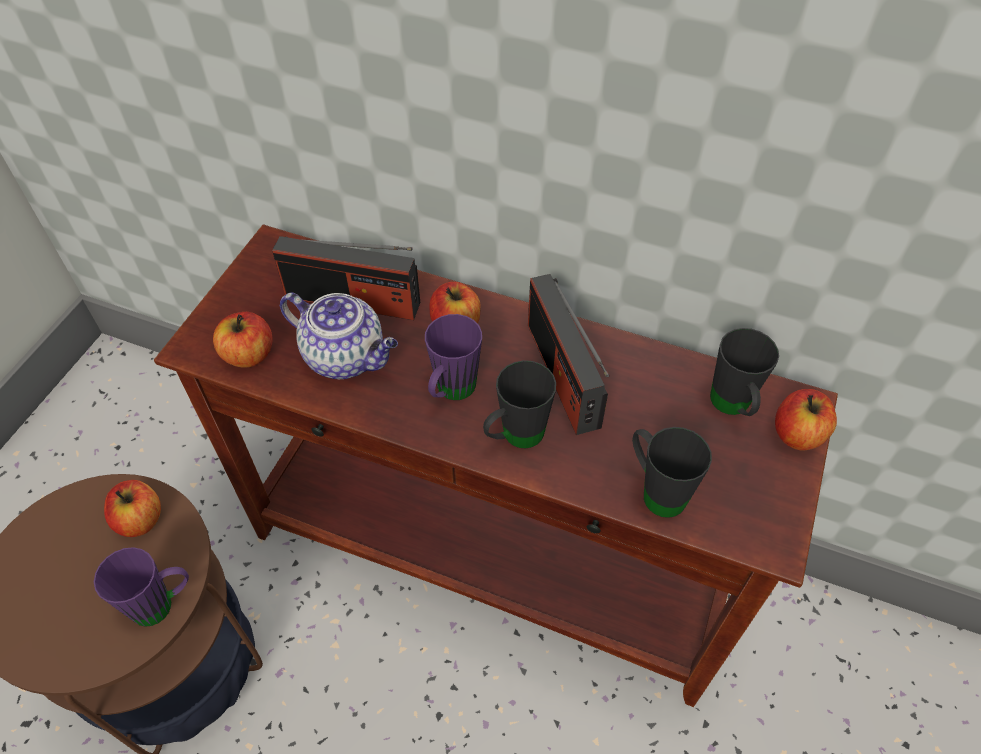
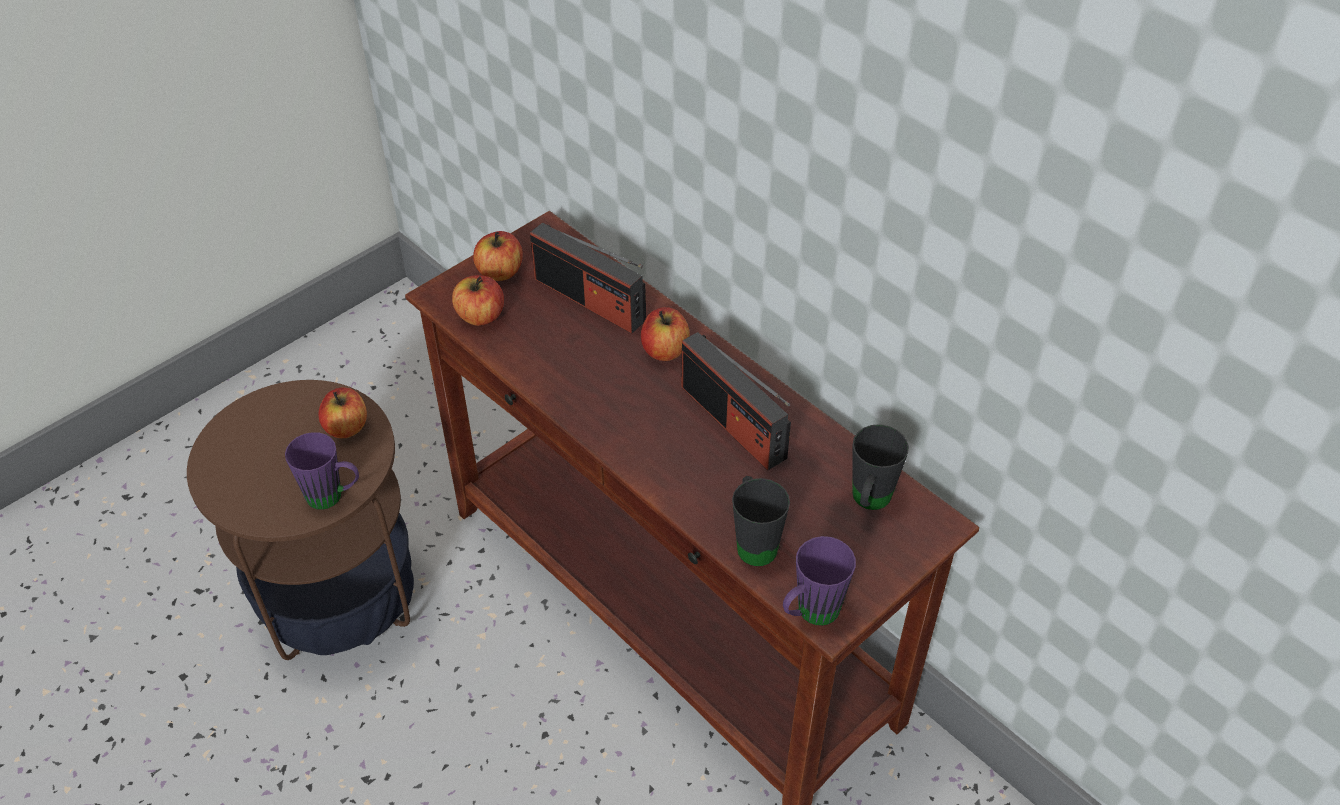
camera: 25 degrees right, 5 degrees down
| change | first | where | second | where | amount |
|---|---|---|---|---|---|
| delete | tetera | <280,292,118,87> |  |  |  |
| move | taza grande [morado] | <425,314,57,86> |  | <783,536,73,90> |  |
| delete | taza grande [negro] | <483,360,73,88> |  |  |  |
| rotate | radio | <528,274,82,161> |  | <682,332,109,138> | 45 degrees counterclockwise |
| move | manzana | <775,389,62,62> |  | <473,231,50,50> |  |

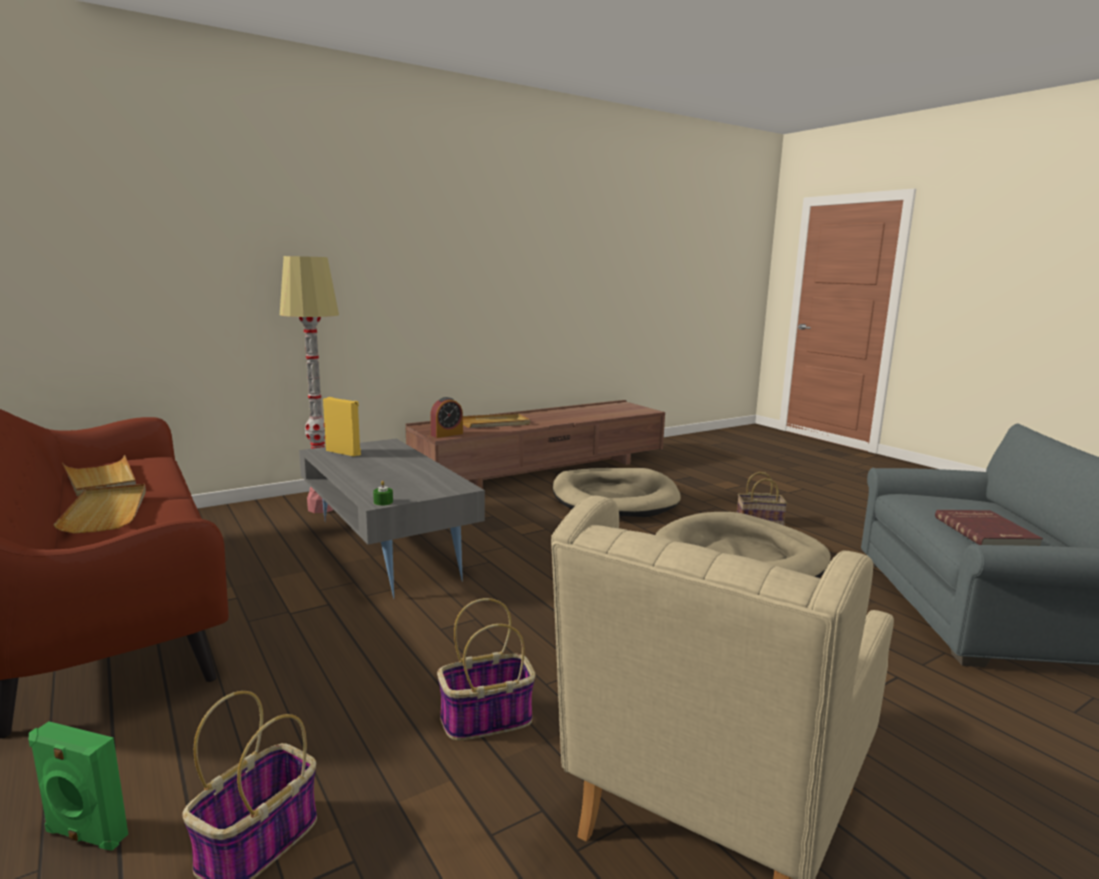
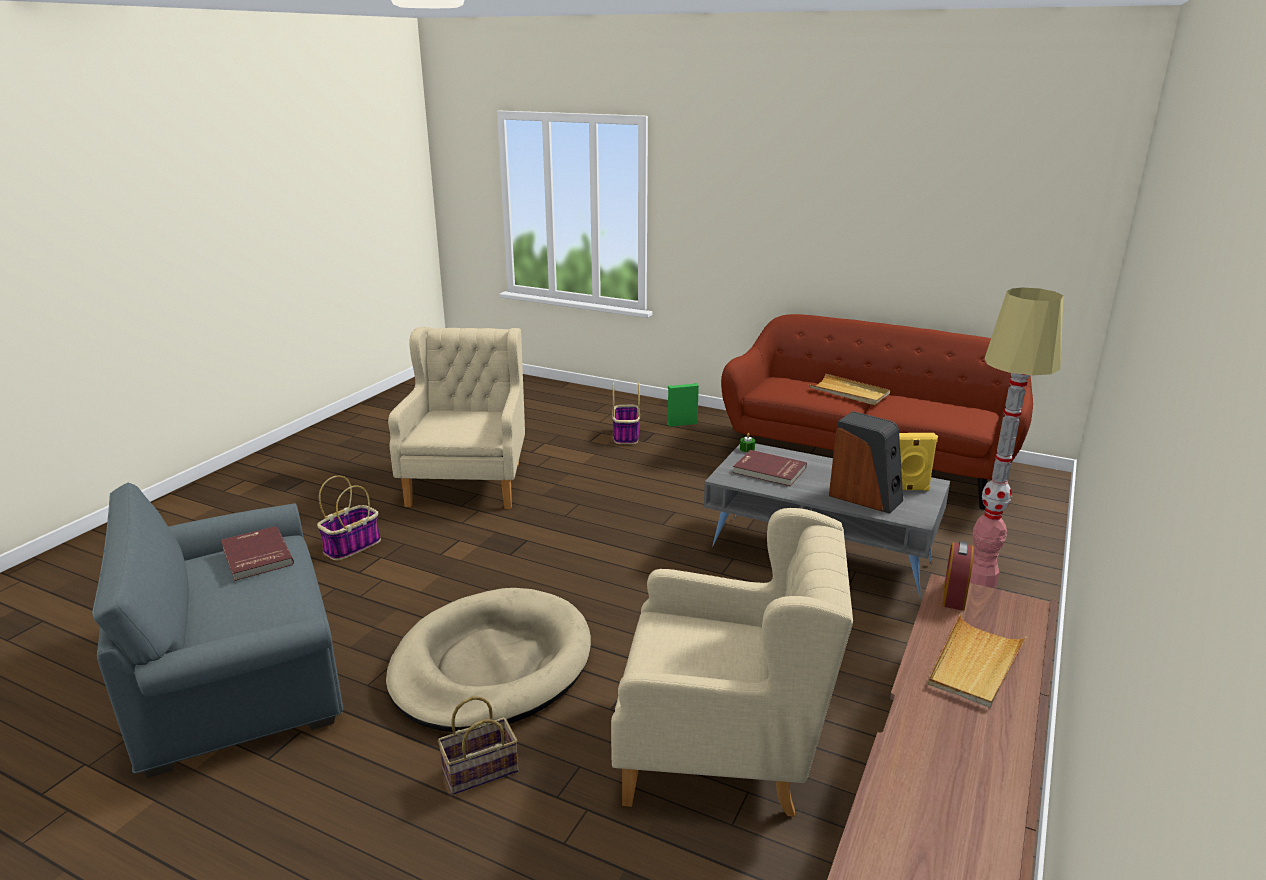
camera: 150 degrees right, 10 degrees up
| change | first | where | second | where | amount |
|---|---|---|---|---|---|
| delete | bandeja [beis] | <62,455,74,41> |  |  |  |
| move | cesta | <437,598,99,142> |  | <317,476,64,84> |  |
| replace | cama para perro [beis] | <553,468,128,49> | sillón [beis] | <611,508,242,309> |  |
| insert |  |  | libro [rojo] | <733,450,74,36> |  |
| insert |  |  | altavoz | <829,411,74,103> |  |

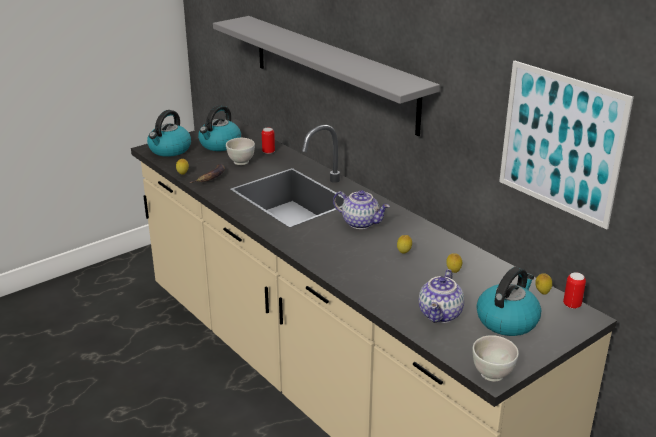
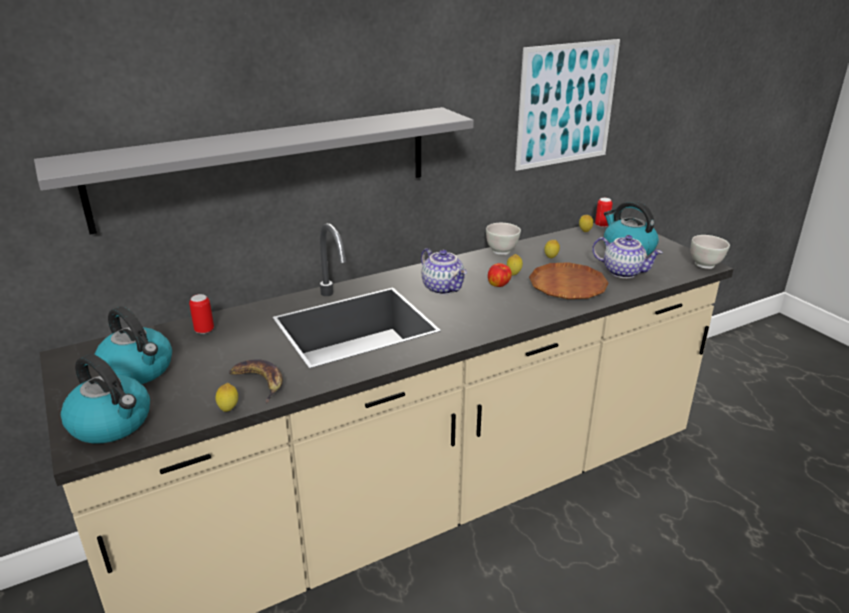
camera: 80 degrees left, 0 degrees up
| change | first | where | second | where | amount |
|---|---|---|---|---|---|
| move | cuenco [blanco] | <226,138,29,27> |  | <486,223,35,32> |  |
| rotate | tetera | <333,190,57,39> |  | <421,248,46,47> | 105 degrees clockwise |
| insert |  |  | manzana | <488,263,24,24> |  |
| insert |  |  | plato [marrón] | <529,262,80,37> |  |

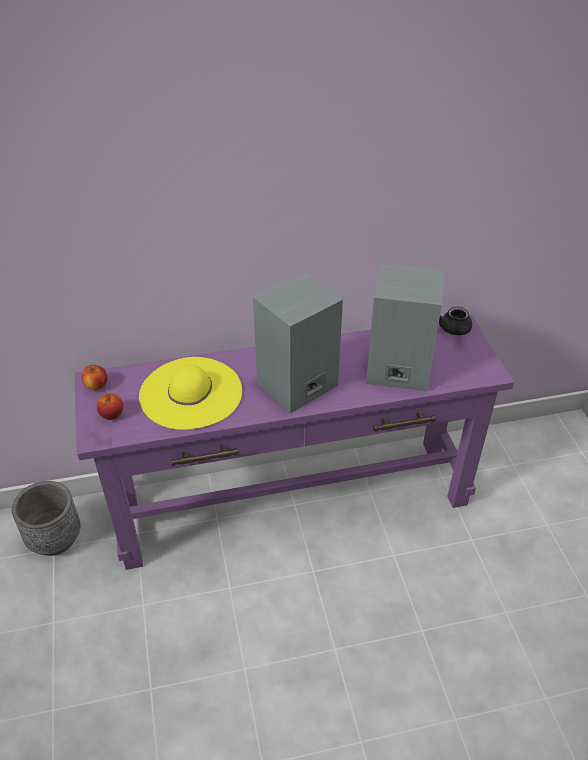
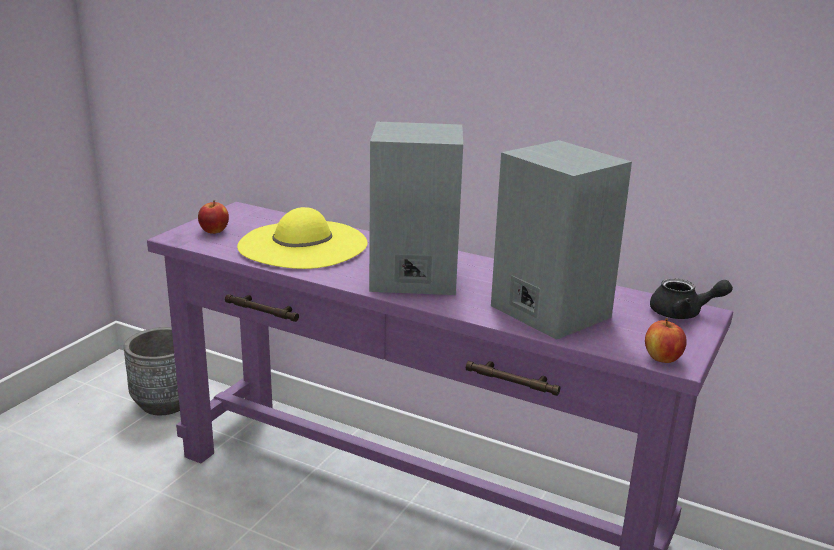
camera: 40 degrees right, 20 degrees down
| change | first | where | second | where | amount |
|---|---|---|---|---|---|
| move | manzana | <82,365,25,25> |  | <645,318,42,45> |  |
| rotate | tetera [negro] | <439,307,33,28> |  | <650,278,83,41> | 120 degrees counterclockwise |

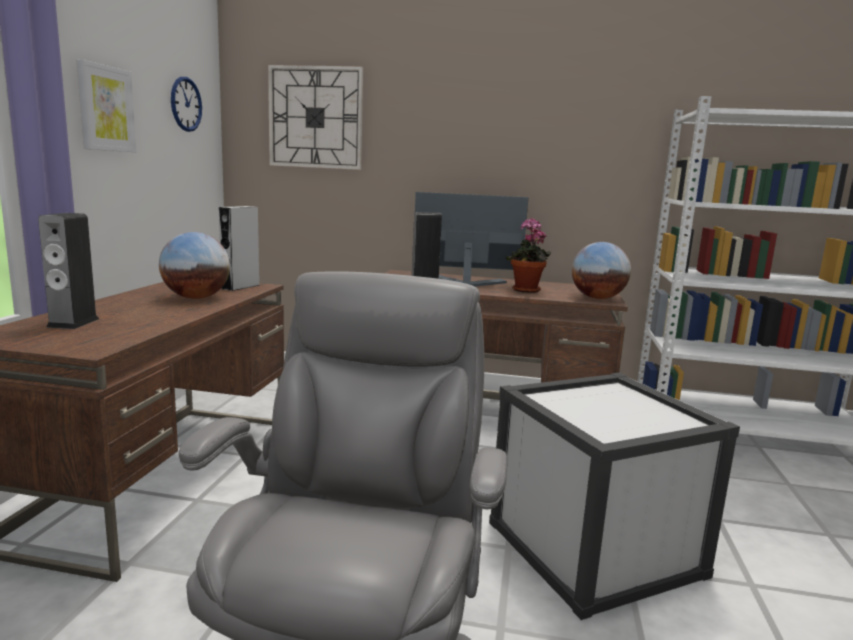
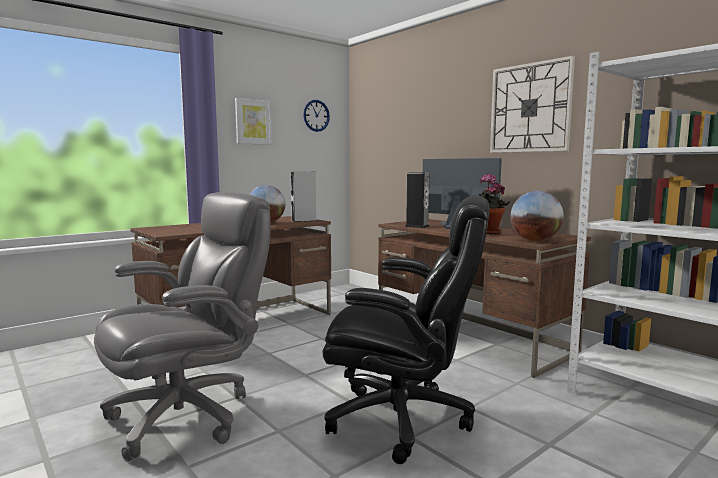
camera: 40 degrees right, 5 degrees down
| change | first | where | second | where | amount |
|---|---|---|---|---|---|
| delete | altavoz | <38,213,61,116> |  |  |  |
| move | reloj de pared | <268,65,95,105> |  | <490,56,85,97> |  |
| replace | caja de almacenaje [blanco] | <489,373,251,247> | silla de oficina [negro] | <322,196,167,268> |  |

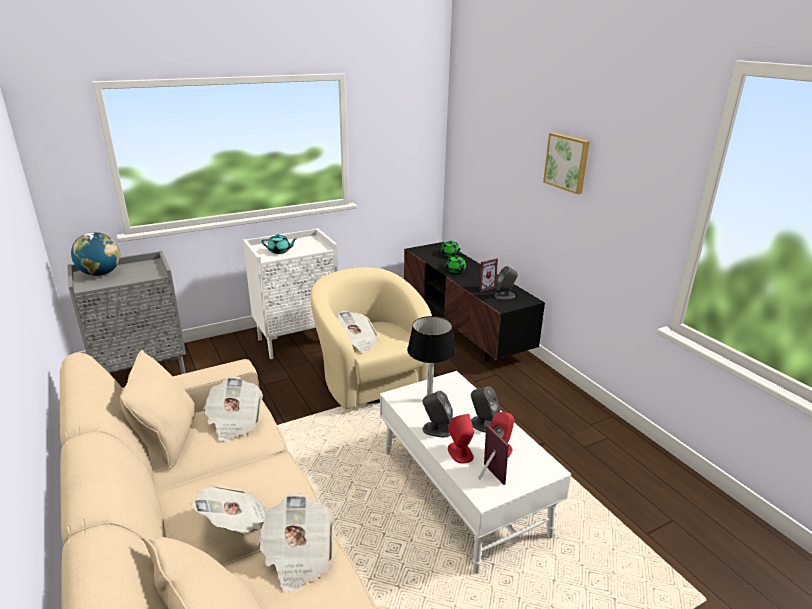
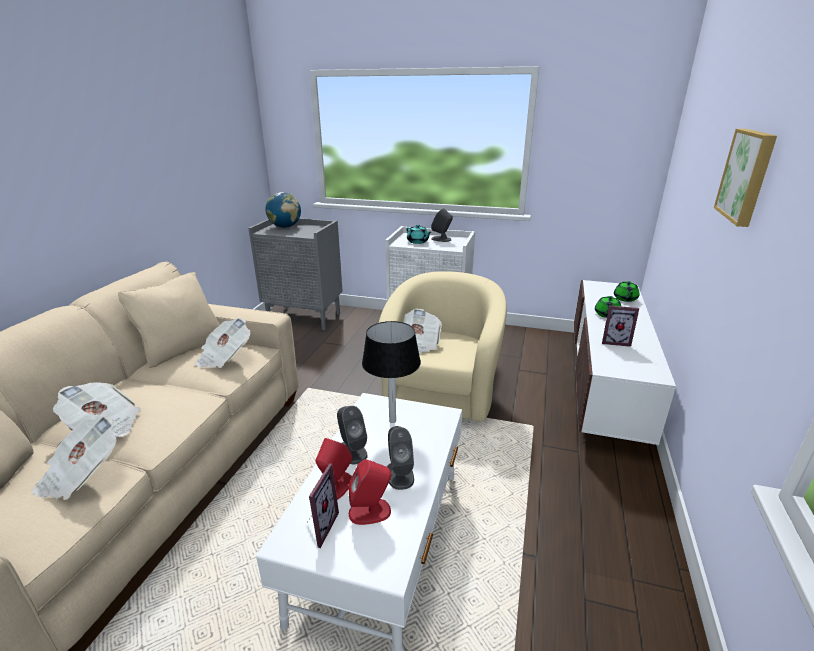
camera: 45 degrees right, 0 degrees up
| change | first | where | second | where | amount |
|---|---|---|---|---|---|
| recolor | mueble de televisión [negro] | <404,242,141,120> | mueble de televisión [blanco] | <574,280,102,165> |  |
| move | altavoz [gris] | <494,266,24,34> |  | <431,208,22,34> |  |

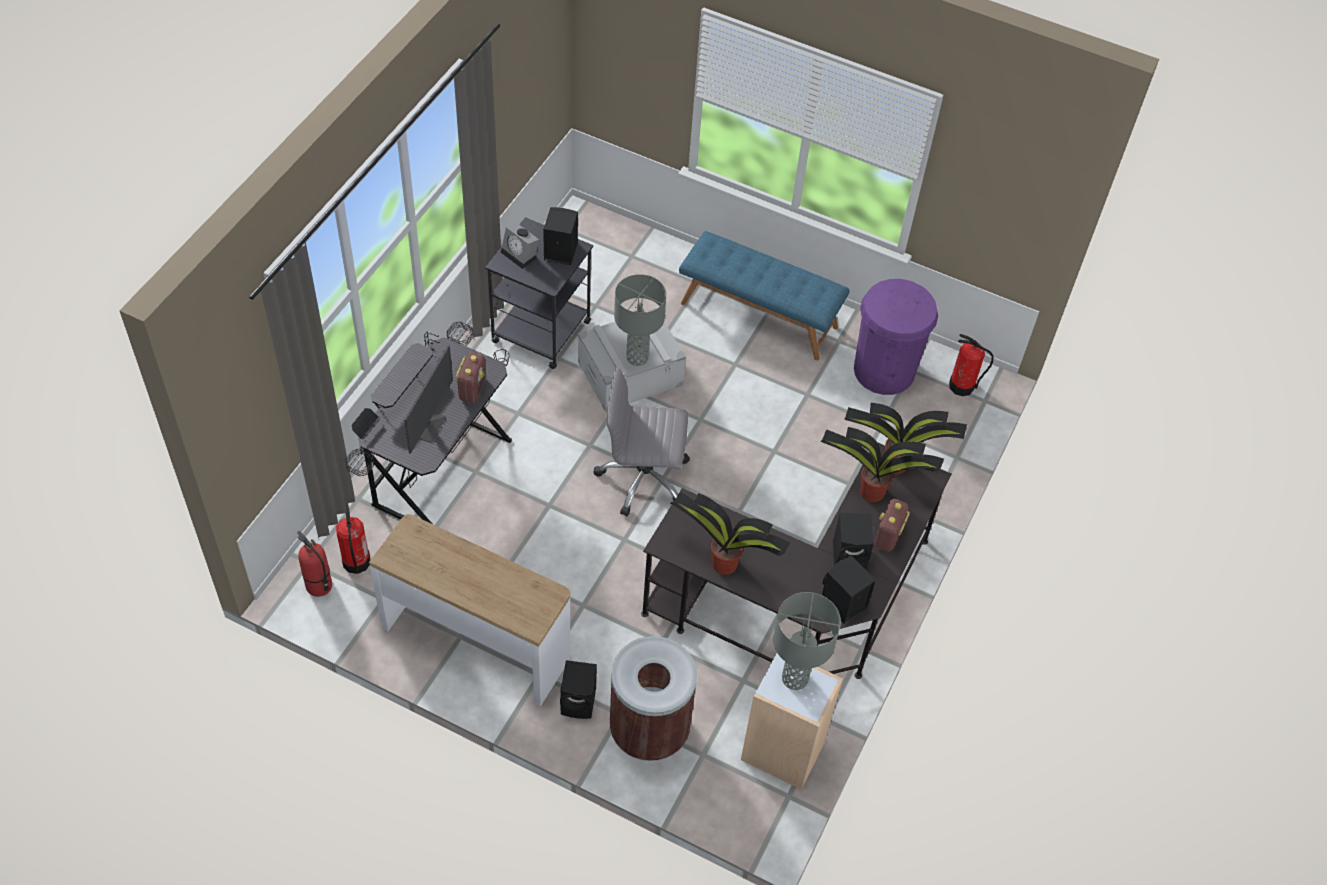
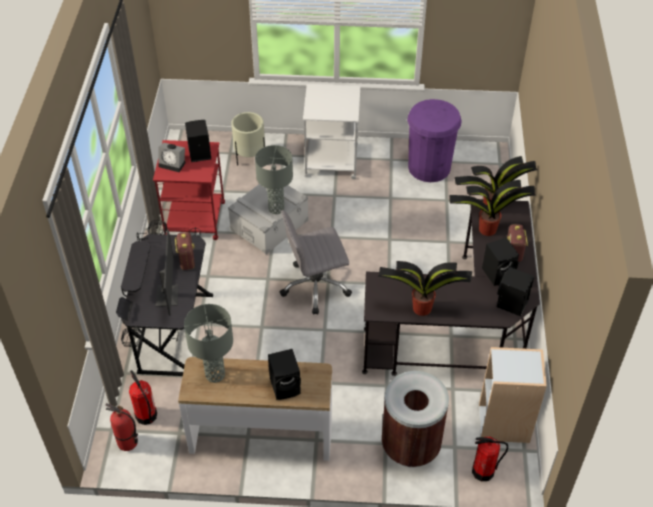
camera: 20 degrees left, 5 degrees down
| change | first | where | second | where | amount |
|---|---|---|---|---|---|
| recolor | carrito [negro] | <485,217,108,152> | carrito [rojo] | <153,140,72,100> |  |
| move | altavoz [negro] | <560,660,37,59> |  | <268,349,33,51> |  |
| replace | banco [azul] | <679,231,171,129> | carrito [blanco] | <303,84,57,95> |  |
| move | lámpara de mesa [gris] | <773,592,68,98> |  | <184,304,49,79> |  |
| move | extintor | <949,334,45,62> |  | <472,437,36,44> |  |
| insert |  |  | maceta [beis] | <231,112,34,54> |  |

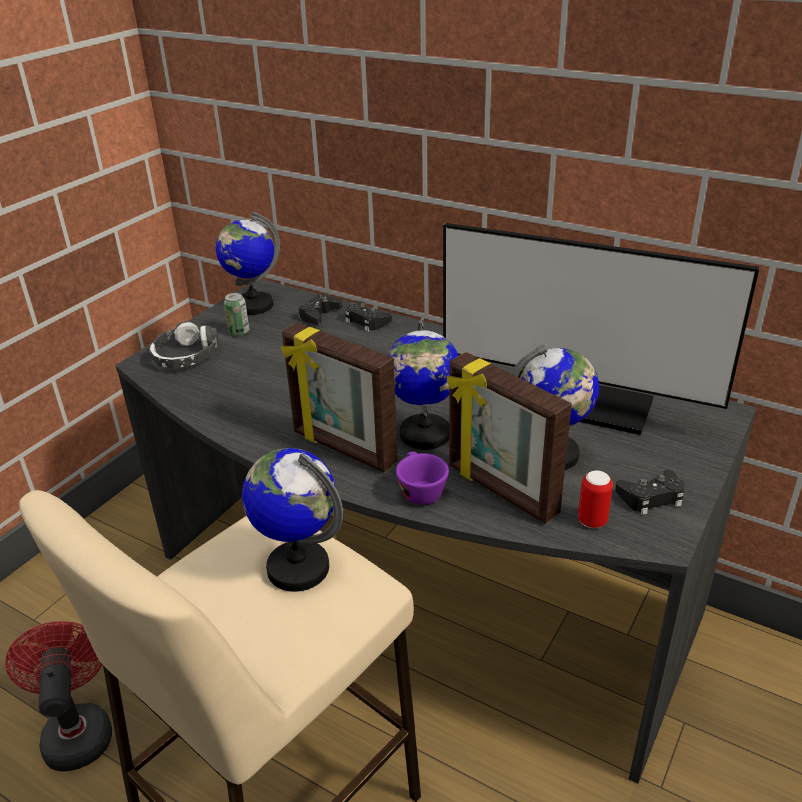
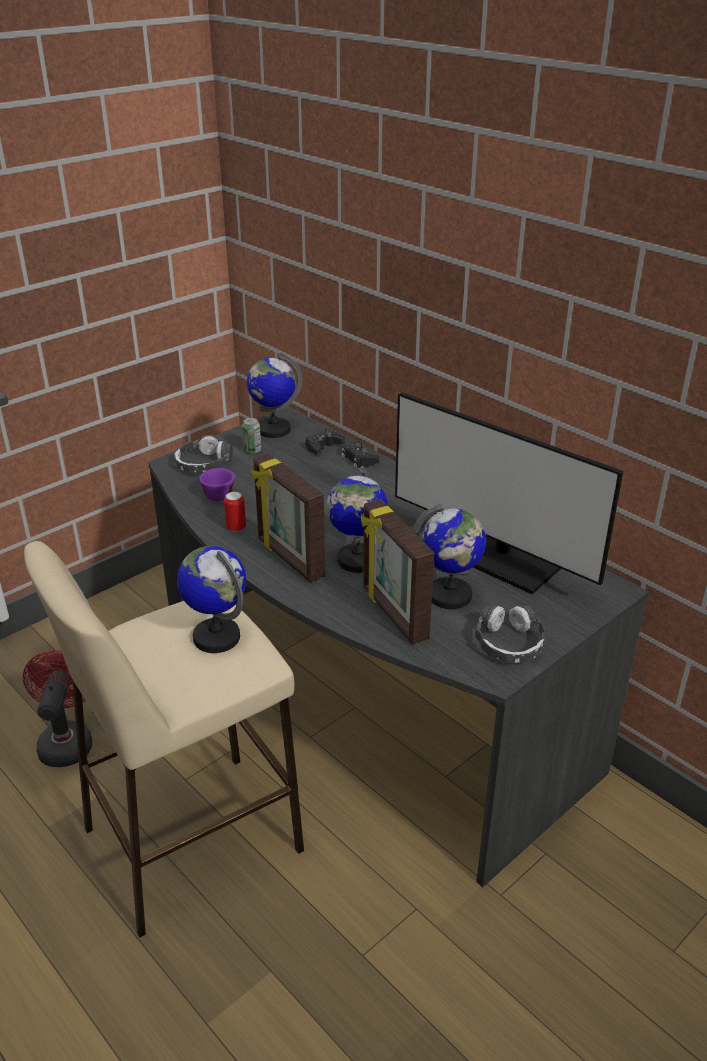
camera: 15 degrees right, 0 degrees up
| change | first | where | second | where | amount |
|---|---|---|---|---|---|
| move | taza [morado] | <396,452,53,53> |  | <199,468,36,33> |  |
| move | lata | <578,470,35,58> |  | <224,492,22,40> |  |
| replace | mando de consola [negro] | <615,470,70,45> | auriculares | <475,605,71,58> |  |

